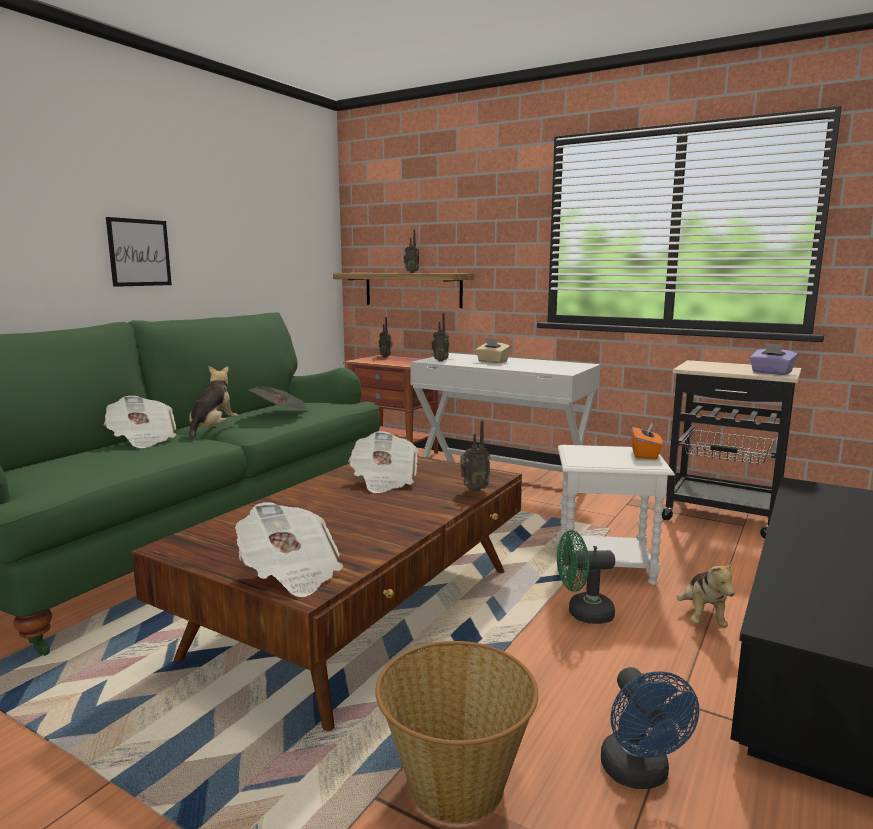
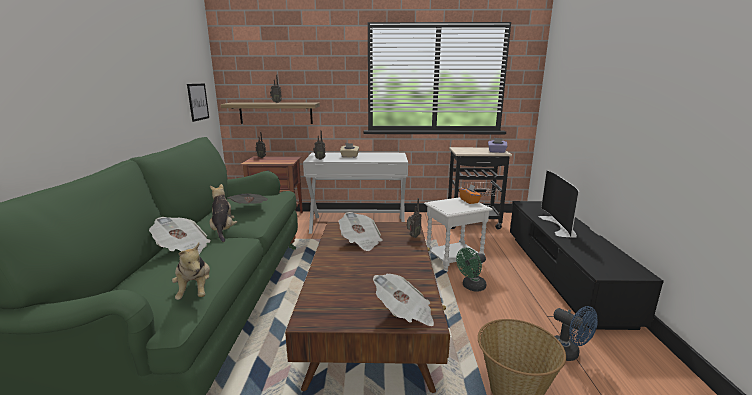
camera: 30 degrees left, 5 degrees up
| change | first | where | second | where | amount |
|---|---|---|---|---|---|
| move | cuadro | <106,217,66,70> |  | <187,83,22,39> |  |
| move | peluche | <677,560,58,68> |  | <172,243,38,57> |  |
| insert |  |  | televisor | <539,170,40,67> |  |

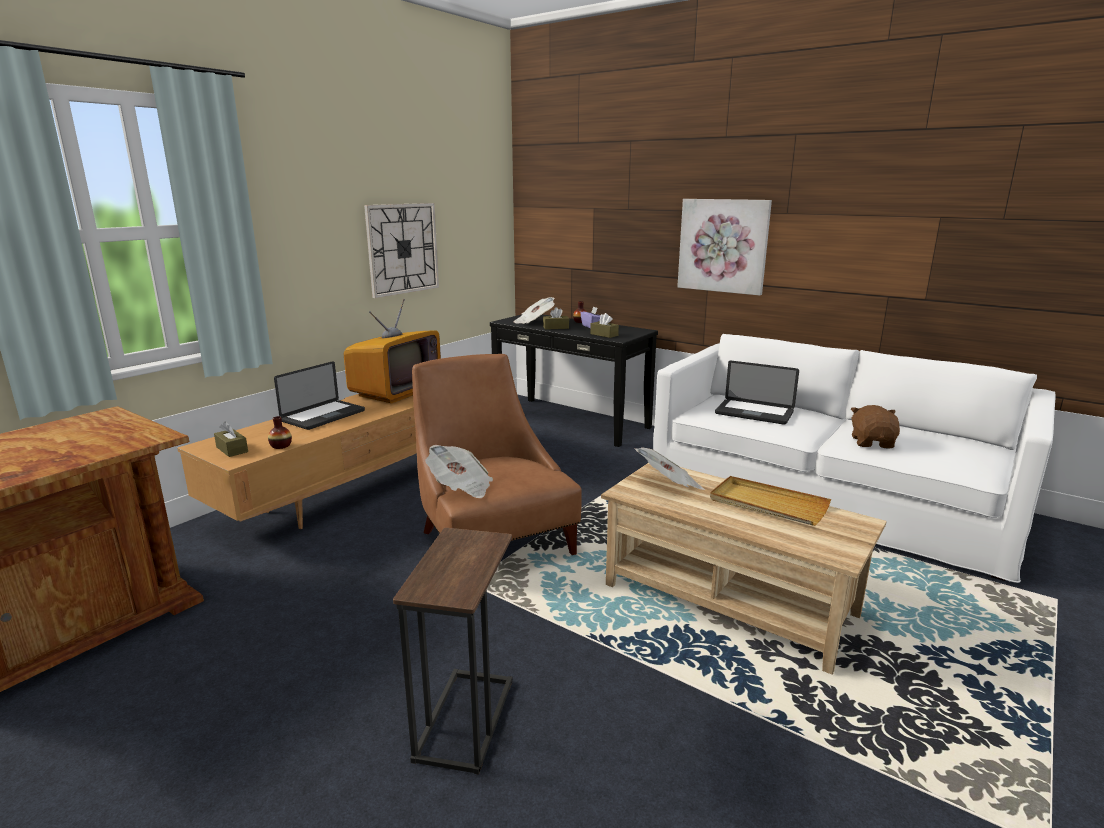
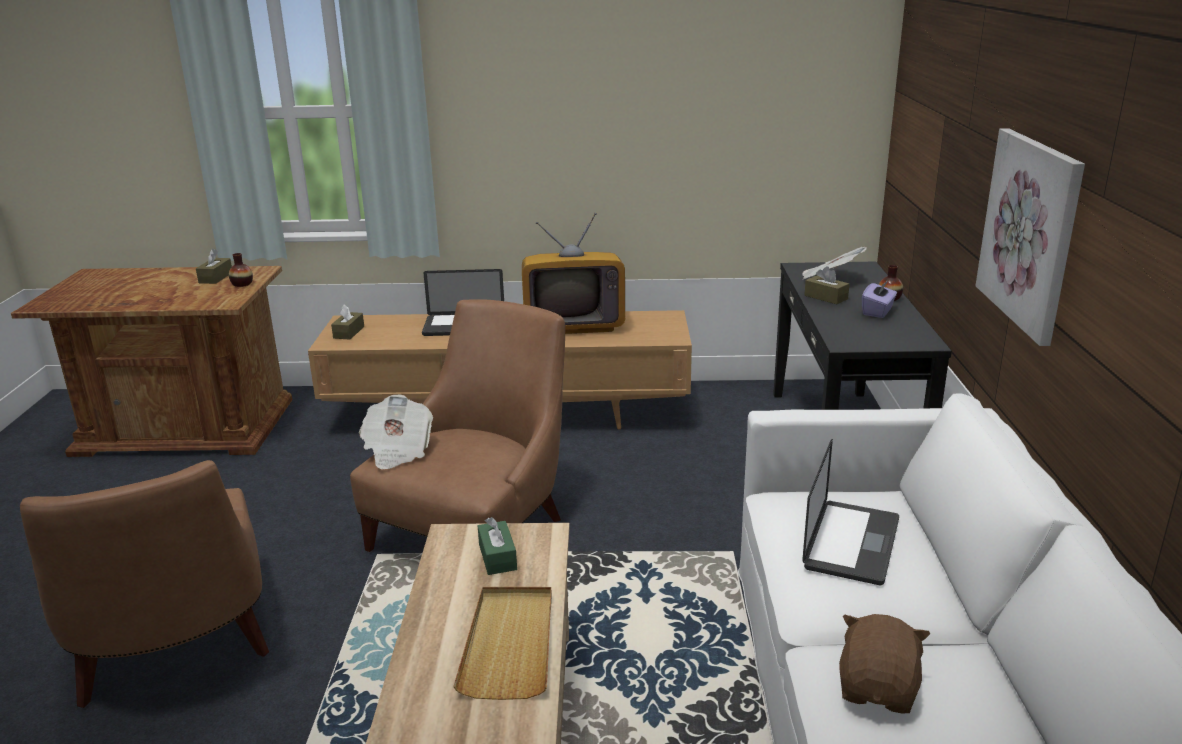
camera: 55 degrees right, 5 degrees up
| change | first | where | second | where | amount |
|---|---|---|---|---|---|
| move | florero | <268,416,24,33> |  | <229,253,24,34> |  |
| delete | reloj de pared | <364,203,75,95> |  |  |  |
| replace | mesa auxiliar [marrón] | <393,528,120,247> | sillón [marrón] | <20,460,249,248> |  |
| move | caja de pañuelos [marrón] | <590,313,29,25> |  | <196,249,36,35> |  |
| replace | periódico | <634,447,71,43> | caja de pañuelos [verde] | <478,517,39,58> |  |
| rotate | portátil | <715,361,84,64> |  | <802,439,97,146> | 150 degrees counterclockwise |
| rotate | peluche [marrón] | <851,405,49,44> |  | <839,614,91,99> | 45 degrees counterclockwise |

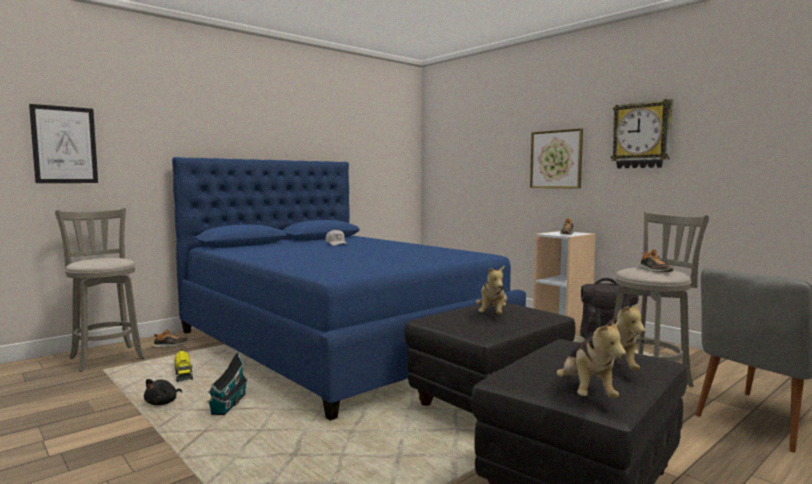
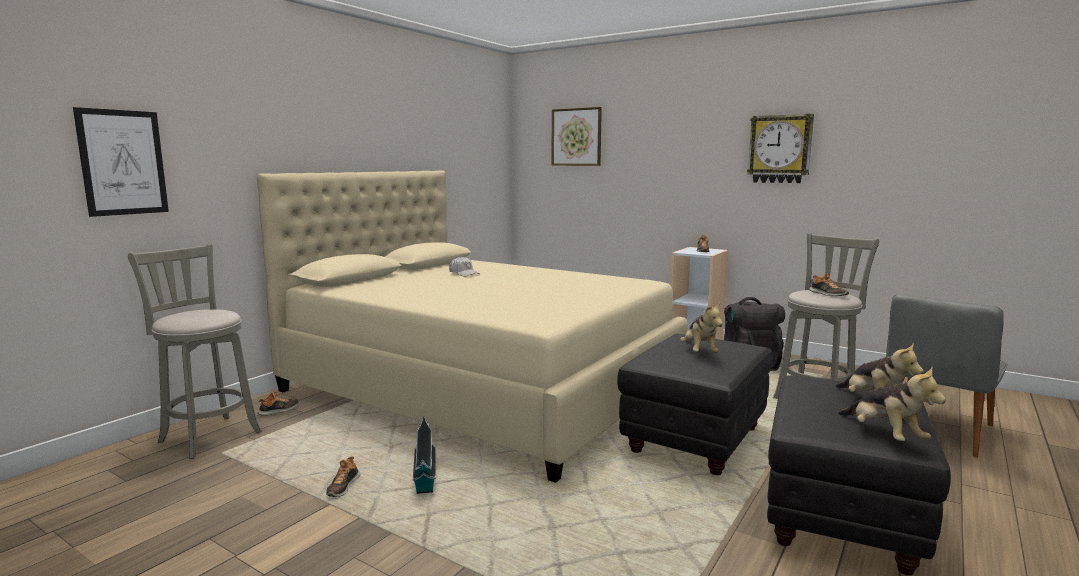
camera: 15 degrees left, 5 degrees up
| change | first | where | second | where | amount |
|---|---|---|---|---|---|
| replace | peluche [negro] | <144,379,38,26> | zapato | <326,456,34,41> |  |
| recolor | cama [azul] | <172,157,354,264> | cama [beis] | <257,170,431,313> |  |
| delete | camión de juguete | <174,351,19,31> |  |  |  |
| move | cuadro | <530,128,53,61> |  | <552,107,50,59> |  |

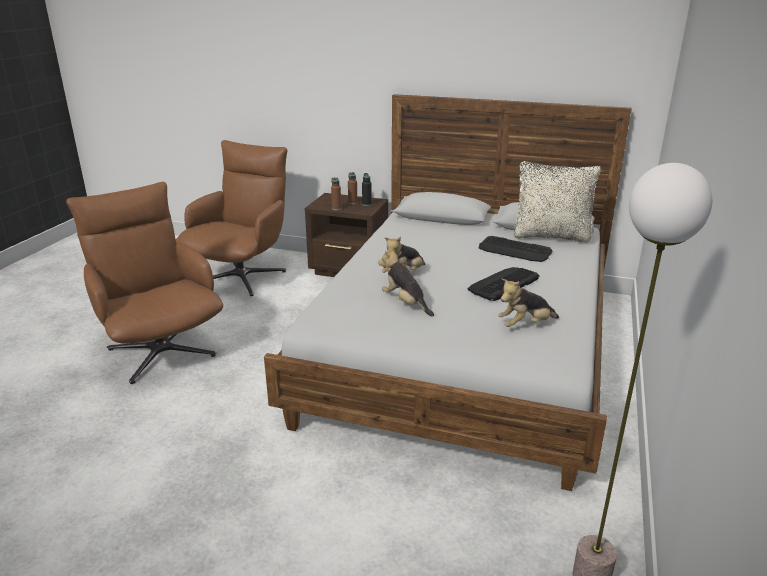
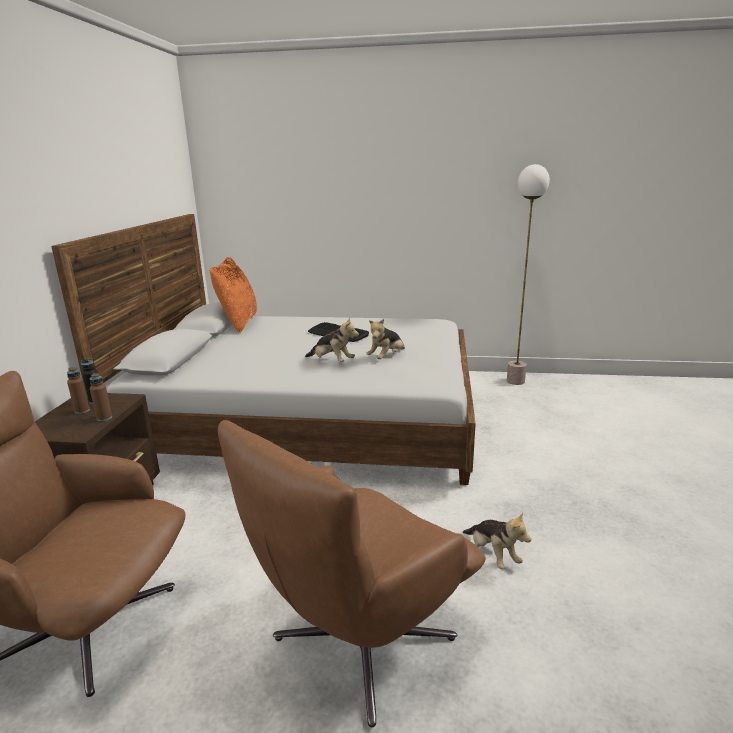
camera: 100 degrees left, 5 degrees down
| change | first | where | second | where | amount |
|---|---|---|---|---|---|
| delete | teclado | <479,236,73,26> |  |  |  |
| move | peluche | <498,279,61,48> |  | <463,512,68,57> |  |
| recolor | cojín [beis] | <514,161,87,82> | cojín [naranja] | <210,257,47,76> |  |

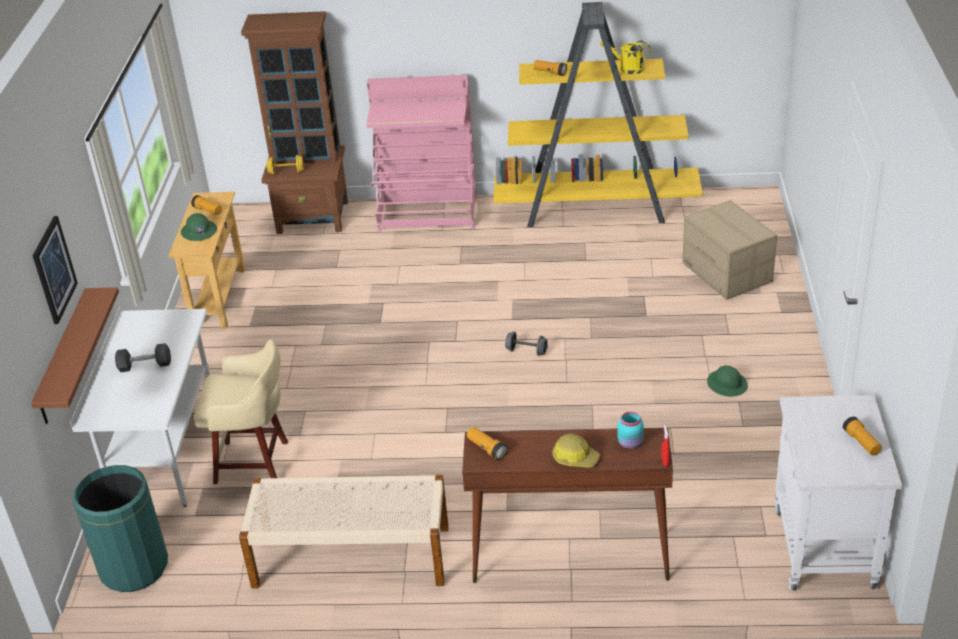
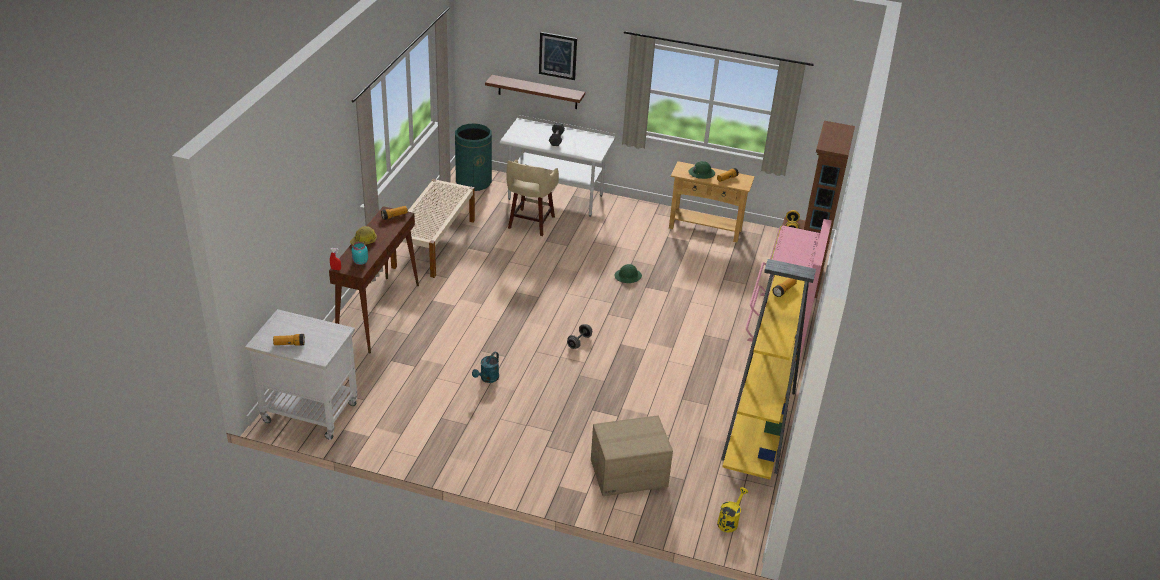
camera: 100 degrees right, 0 degrees up
| change | first | where | second | where | amount |
|---|---|---|---|---|---|
| move | regadera [amarillo] | <600,41,50,33> |  | <717,487,31,46> |  |
| move | casco [verde] | <707,365,41,32> |  | <614,264,28,19> |  |
| insert |  |  | regadera [turquesa] | <472,352,27,31> |  |

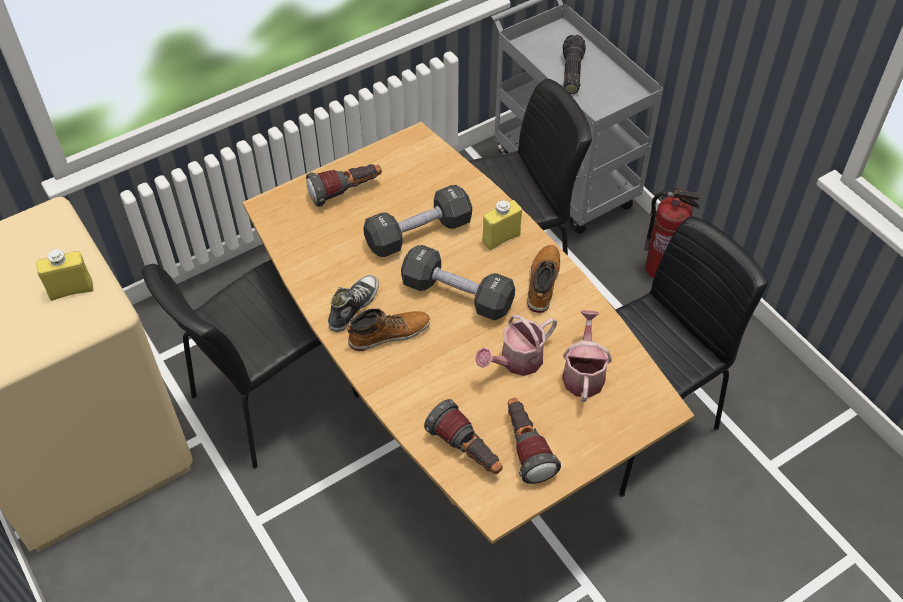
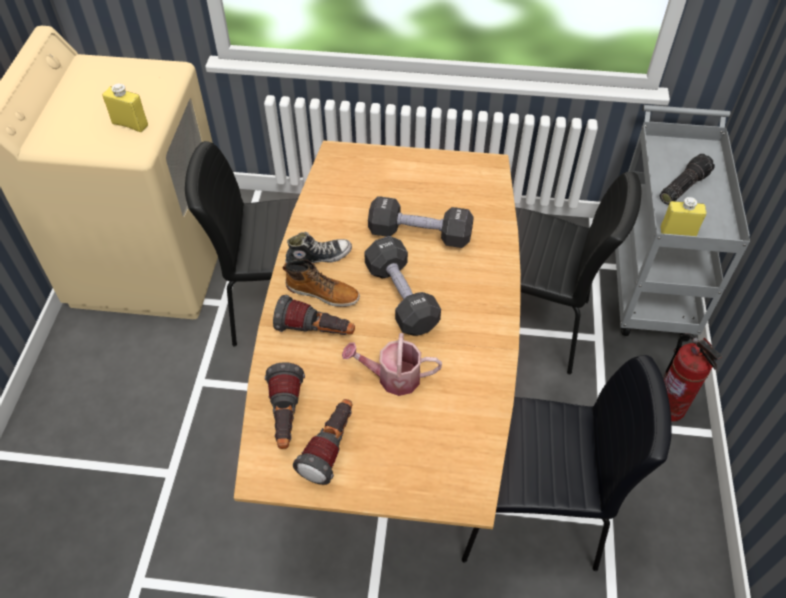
camera: 40 degrees right, 0 degrees up
| change | first | where | second | where | amount |
|---|---|---|---|---|---|
| move | linterna | <306,164,76,43> |  | <273,295,82,40> |  |
| move | botella [amarillo] | <482,200,40,50> |  | <661,197,46,39> |  |
| delete | bota | <527,245,33,68> |  |  |  |
| delete | regadera | <562,310,50,92> |  |  |  |

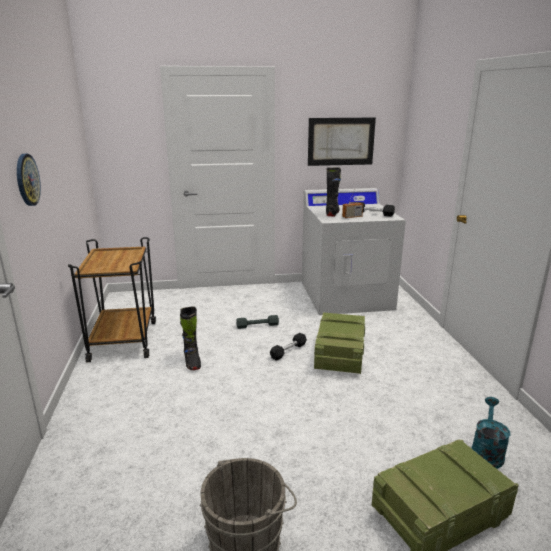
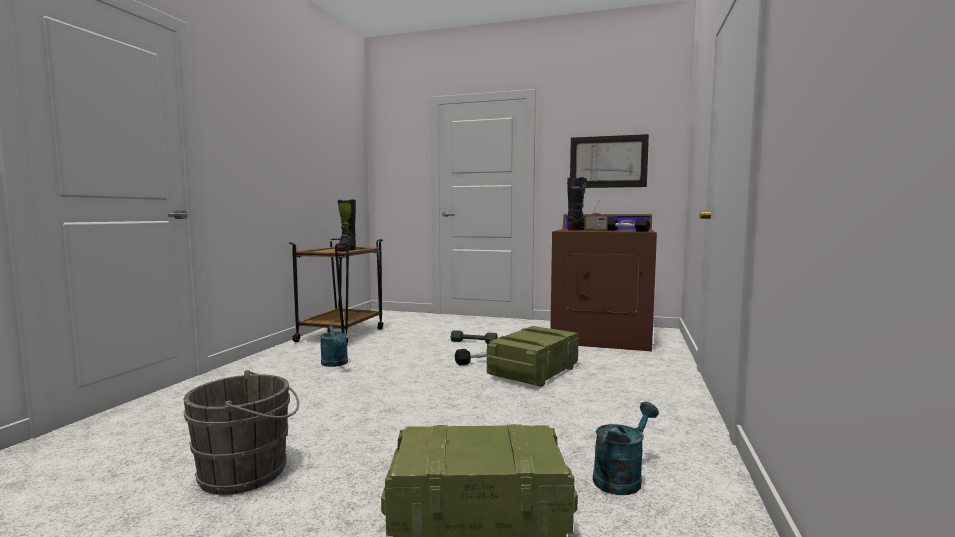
camera: 25 degrees right, 15 degrees down
| change | first | where | second | where | amount |
|---|---|---|---|---|---|
| delete | reloj de pared | <17,154,24,52> |  |  |  |
| move | bota [negro] | <180,306,21,64> |  | <337,199,19,52> |  |
| recolor | lavadora [blanco] | <302,188,104,127> | lavadora [marrón] | <550,214,107,137> |  |
| insert |  |  | regadera [turquesa] | <320,325,28,42> |  |

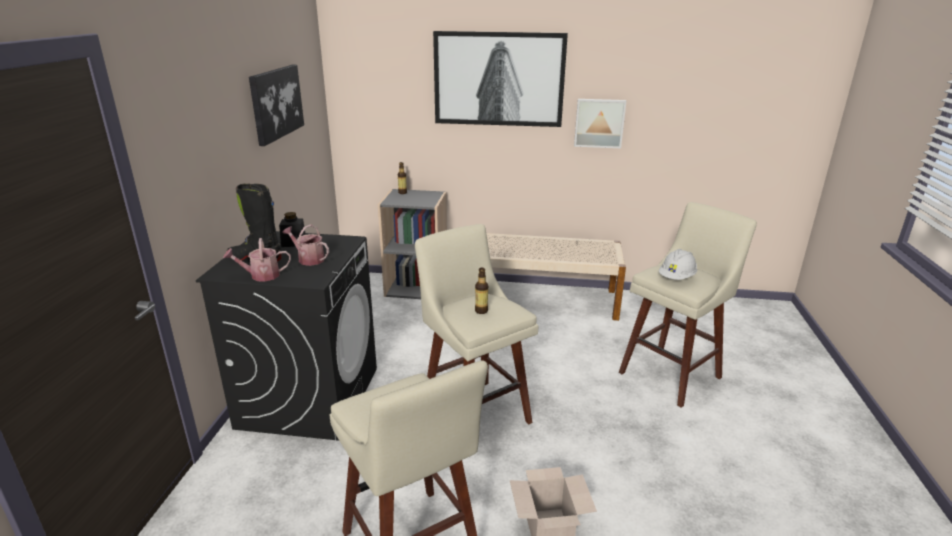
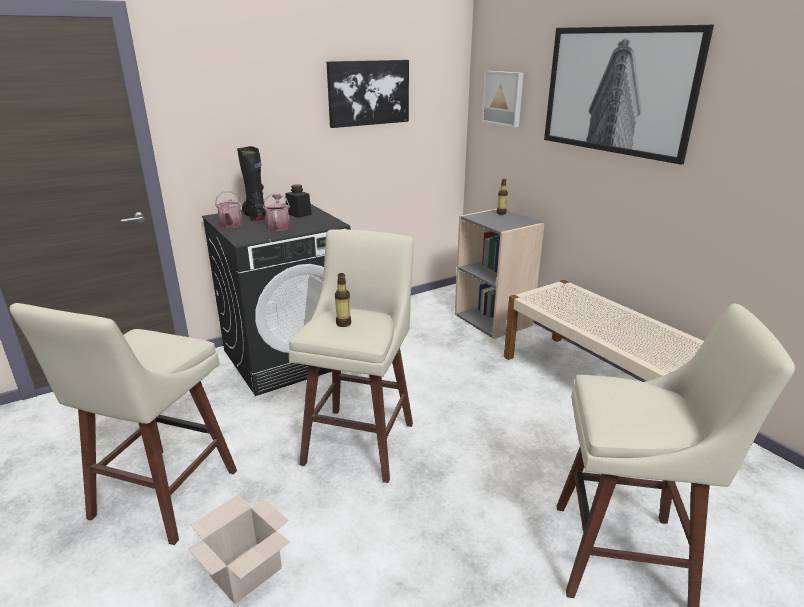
camera: 50 degrees right, 0 degrees up
| change | first | where | second | where | amount |
|---|---|---|---|---|---|
| rotate | regadera | <223,238,68,44> |  | <215,191,28,37> | 135 degrees counterclockwise |
| move | cuadro | <574,99,52,49> |  | <482,71,42,56> |  |
| delete | casco [blanco] | <659,249,38,31> |  |  |  |

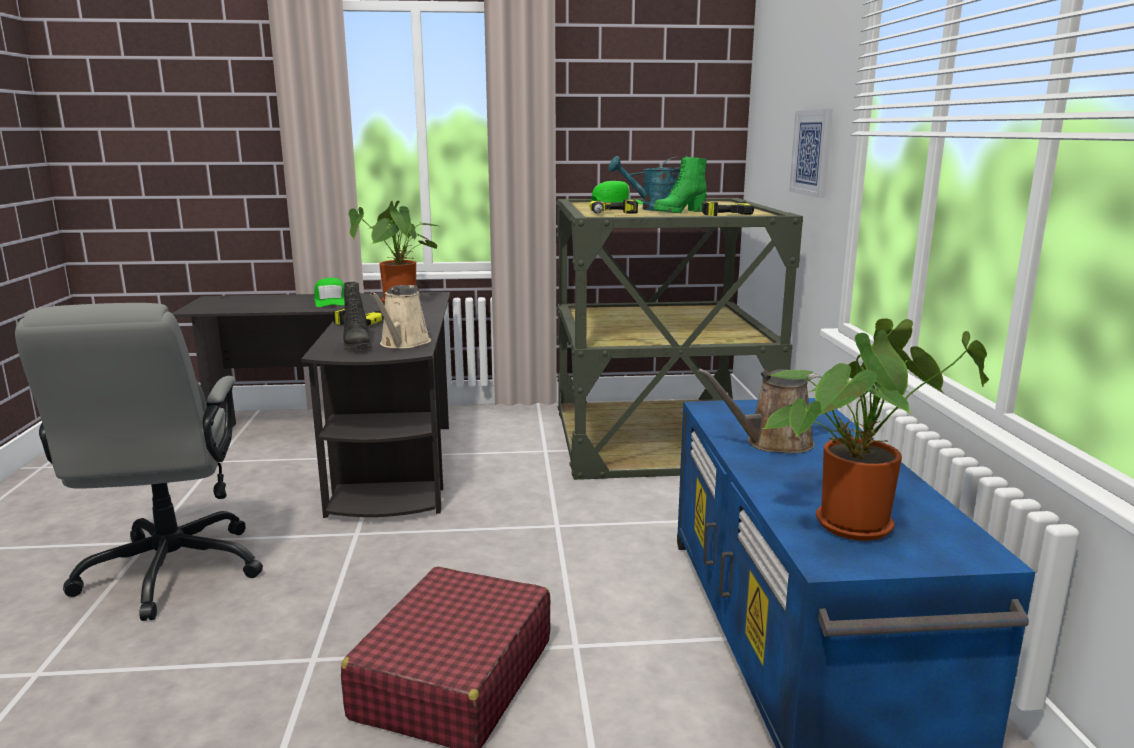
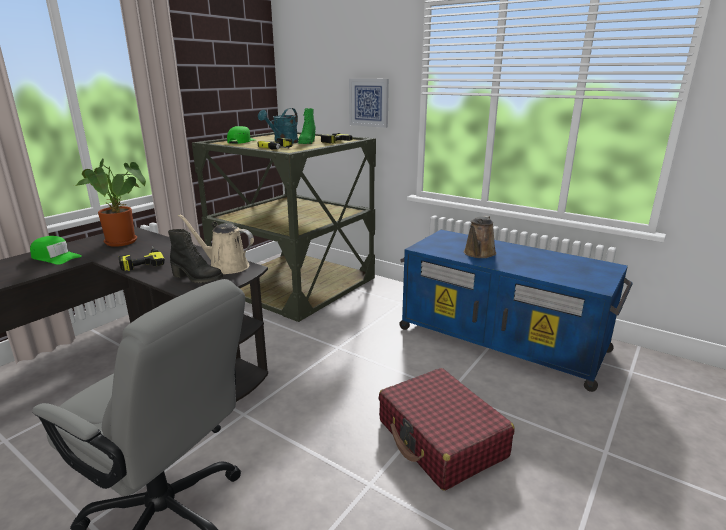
camera: 50 degrees left, 5 degrees up
| change | first | where | second | where | amount |
|---|---|---|---|---|---|
| rotate | regadera [beis] | <370,285,61,64> |  | <178,214,76,60> | 150 degrees clockwise |
| delete | planta en maceta | <763,319,226,222> |  |  |  |

